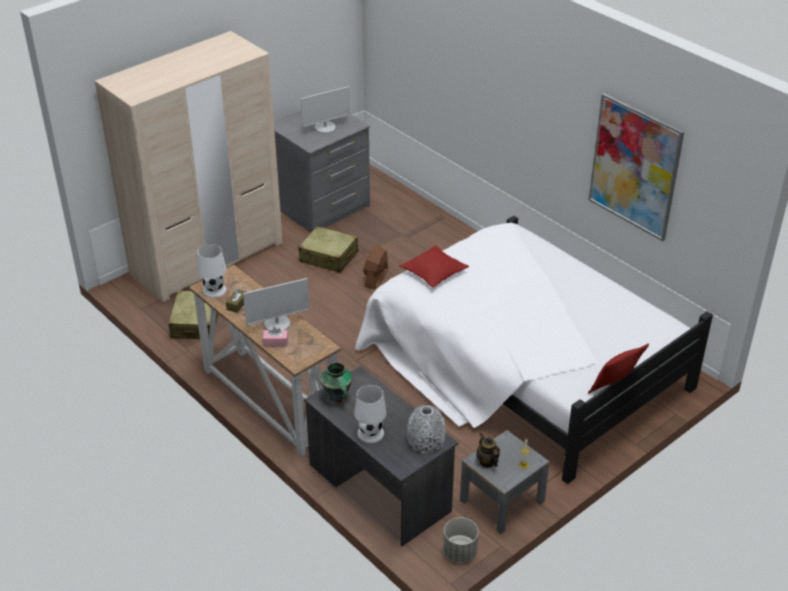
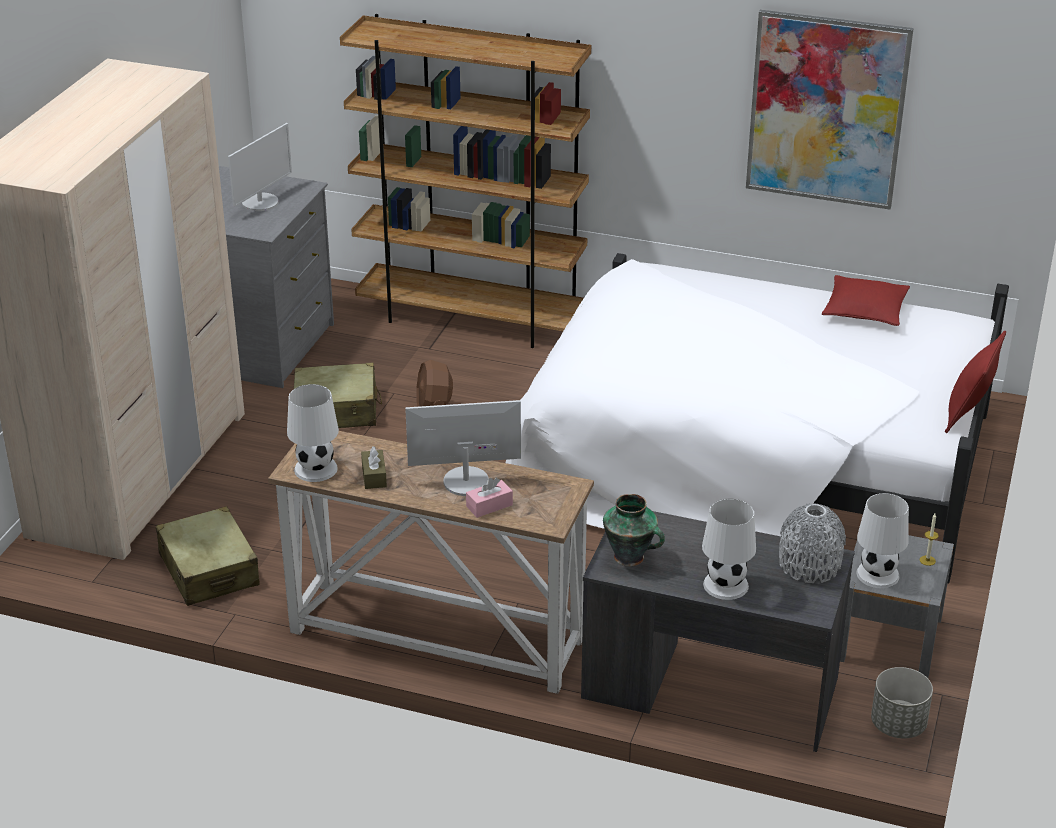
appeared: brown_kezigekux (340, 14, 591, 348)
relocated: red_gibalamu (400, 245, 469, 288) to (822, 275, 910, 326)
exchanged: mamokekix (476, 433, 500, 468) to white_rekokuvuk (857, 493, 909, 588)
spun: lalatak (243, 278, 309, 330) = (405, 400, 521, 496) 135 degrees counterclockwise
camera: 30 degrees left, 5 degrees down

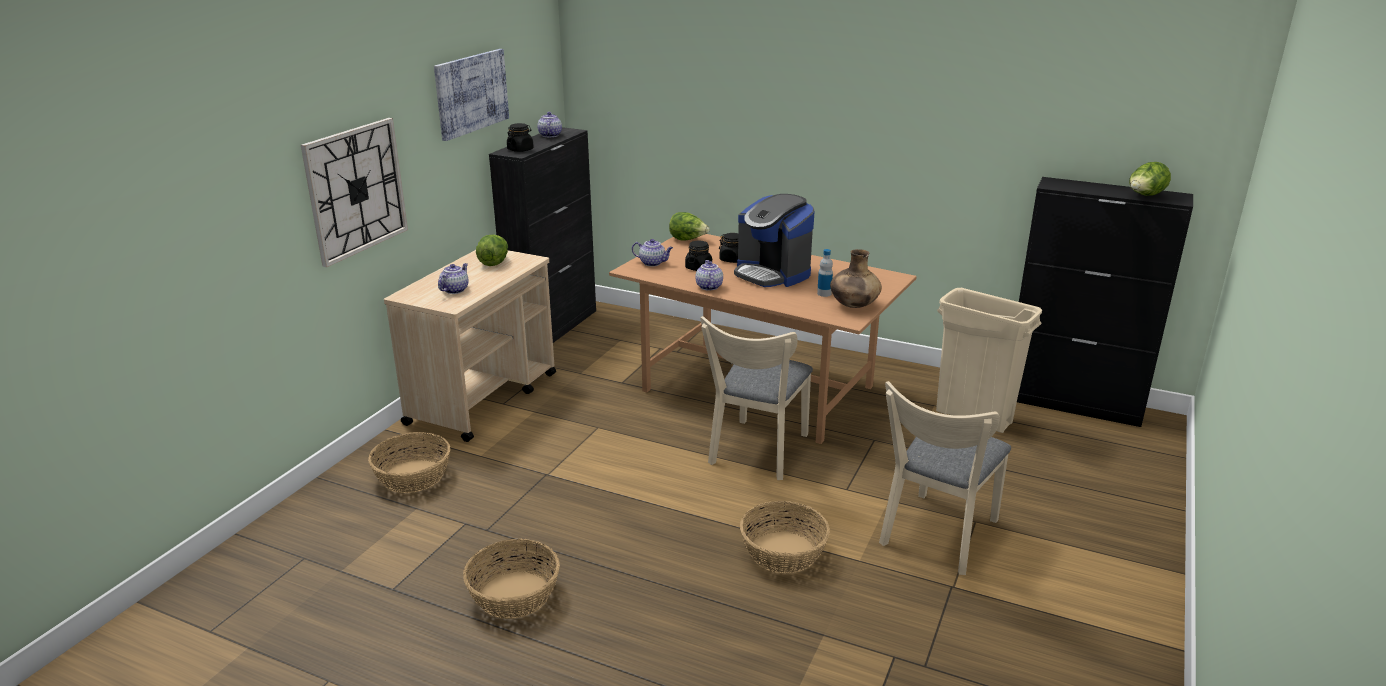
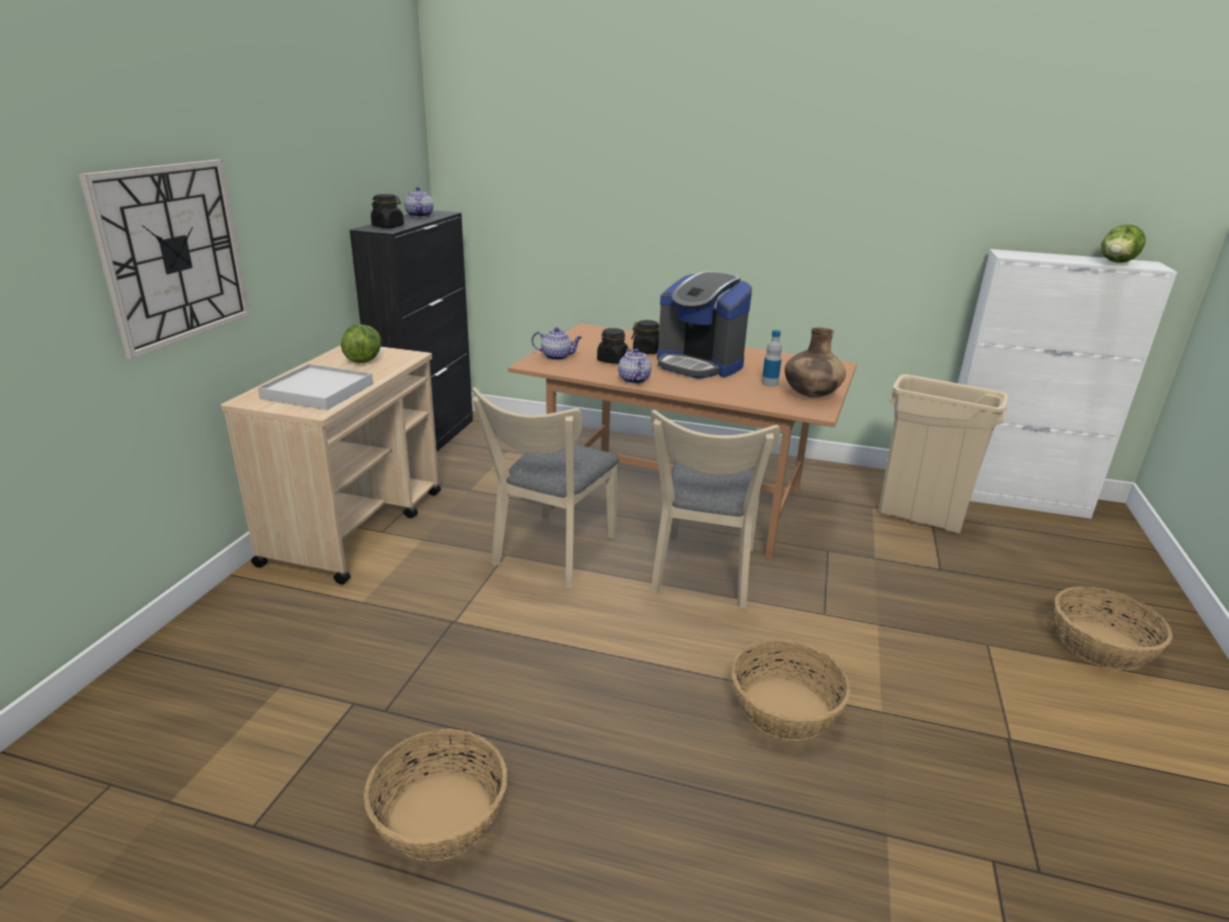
missing: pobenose (434, 49, 509, 141); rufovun (669, 212, 710, 241)
relocated: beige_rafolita (879, 381, 1011, 575) to (472, 387, 619, 588); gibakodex (368, 432, 450, 493) to (1054, 586, 1173, 670)
exchanged: mamokekix (438, 263, 468, 294) to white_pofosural (258, 364, 373, 410)
colour: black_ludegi (1017, 177, 1193, 427) to white_ludegi (958, 249, 1177, 519)
camera: 10 degrees left, 0 degrees up

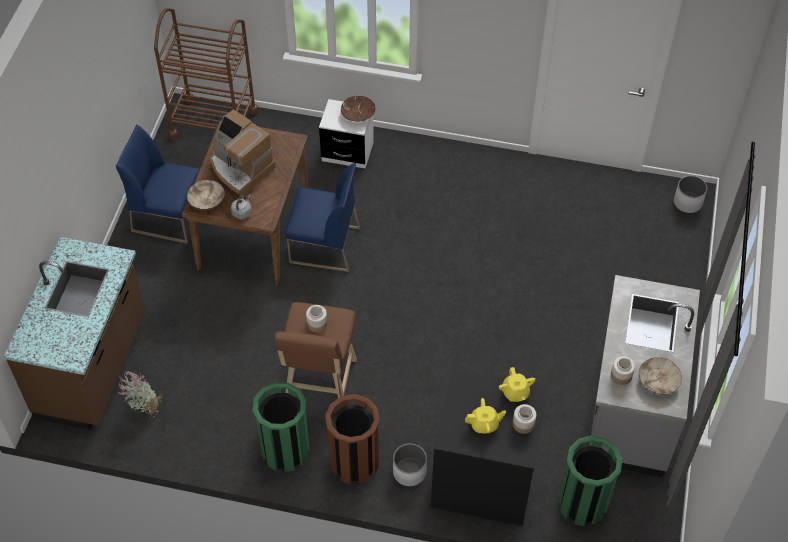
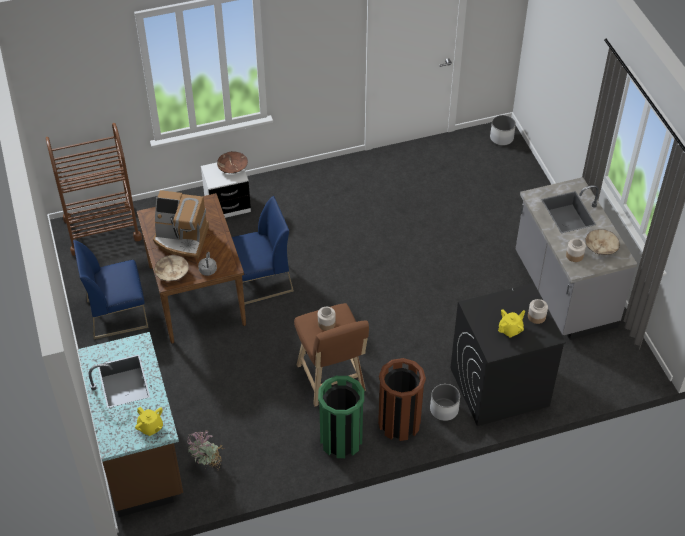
missing: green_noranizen (558, 435, 623, 526)
relocated: yellow_mamokekix (499, 367, 535, 402) to (135, 407, 163, 436)
camera: 30 degrees left, 5 degrees down

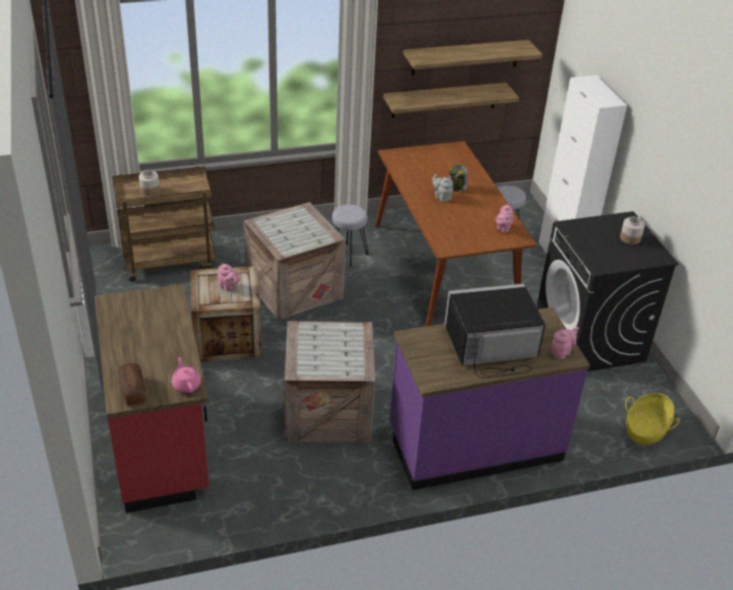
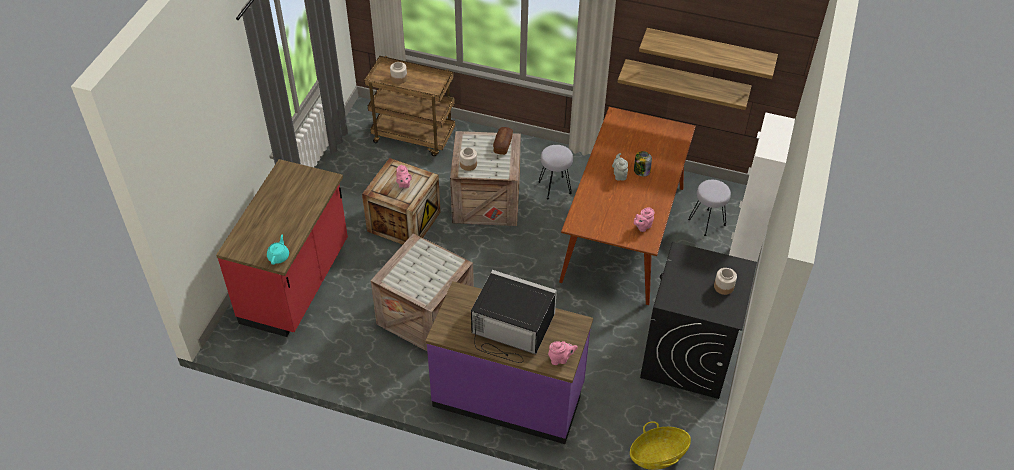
appeared: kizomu (460, 148, 477, 171)
relocated: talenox (118, 363, 146, 406) to (493, 127, 513, 155)
colour: pink_mamokekix (172, 357, 201, 393) to turquoise_mamokekix (267, 234, 289, 265)
camera: 35 degrees right, 10 degrees up

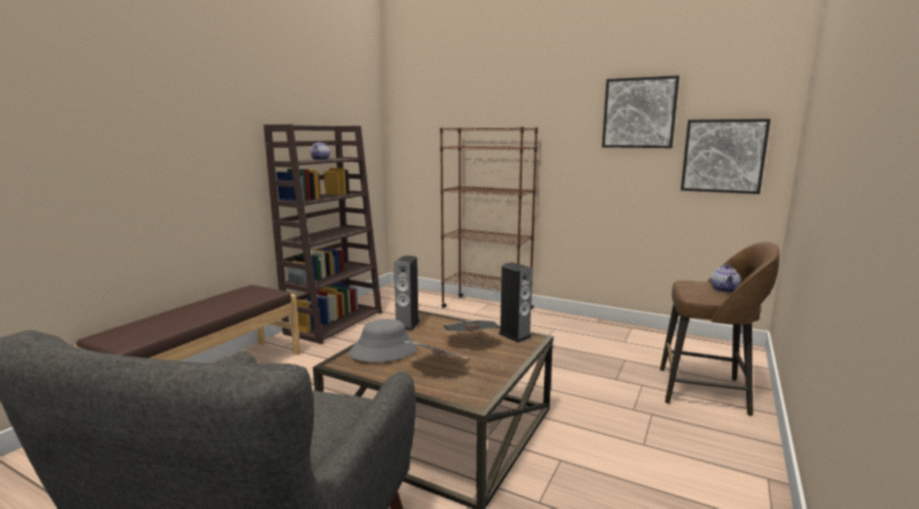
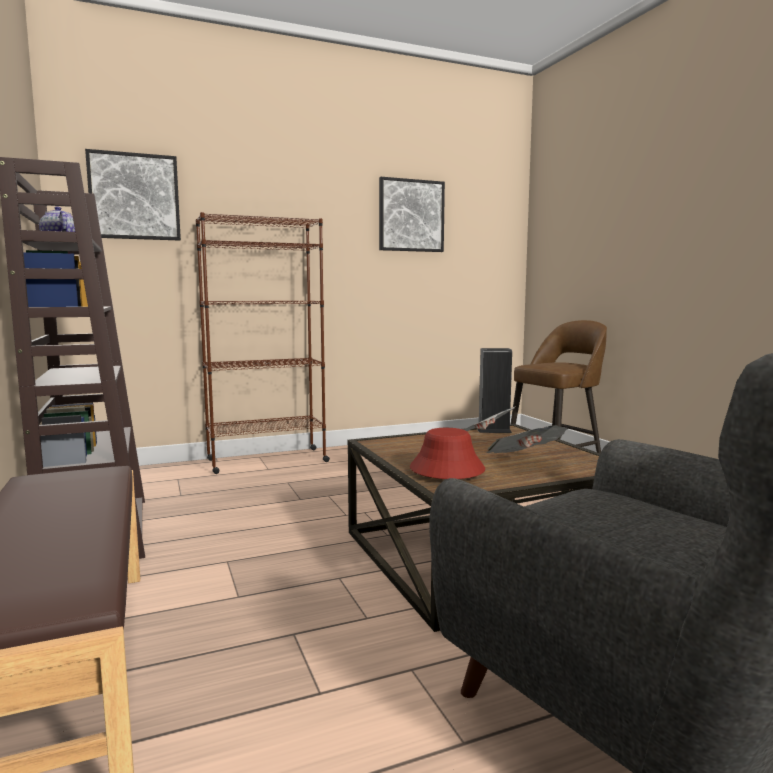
missing: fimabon (394, 255, 420, 331); mamokekix (710, 265, 741, 292)
relocated: pobenose (681, 119, 771, 194) to (85, 149, 181, 241)
colour: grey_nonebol (349, 319, 417, 362) to red_nonebol (410, 428, 485, 479)
camera: 50 degrees left, 5 degrees down

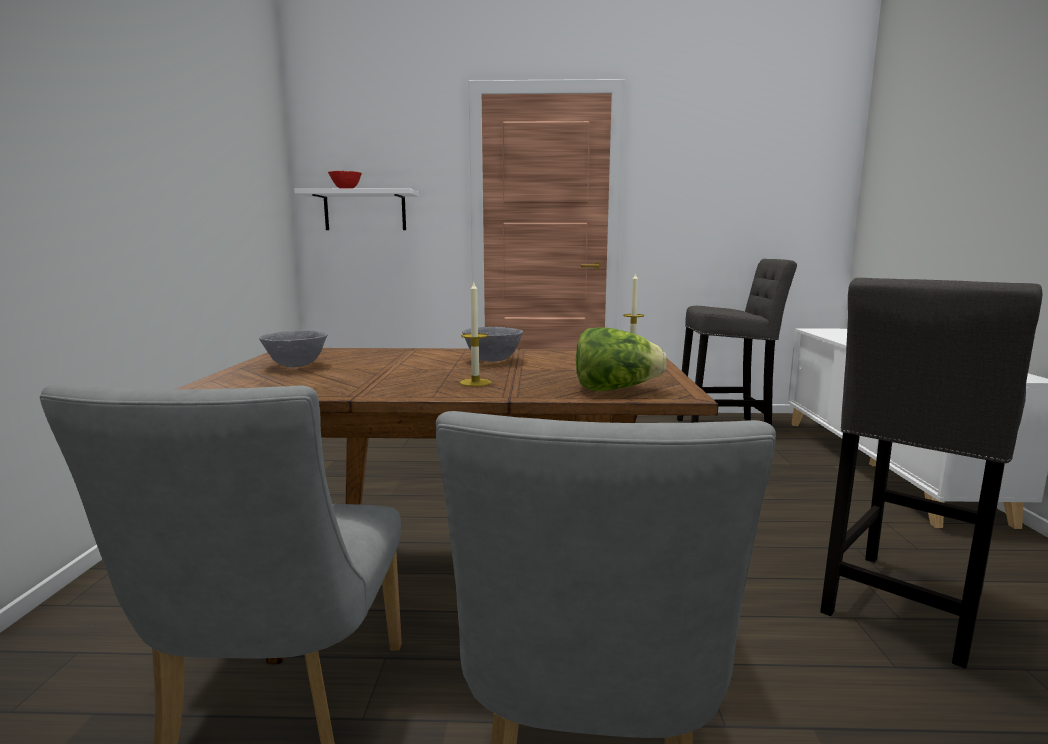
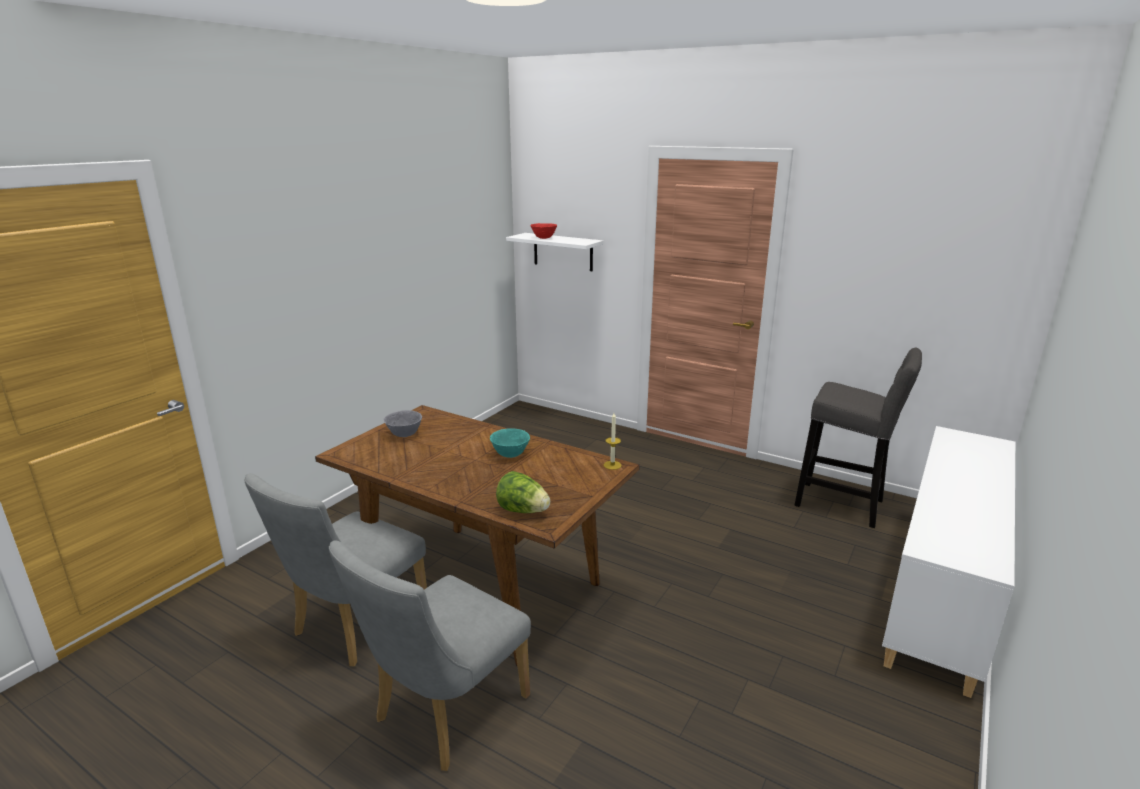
missing: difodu (460, 280, 491, 386); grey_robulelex (820, 278, 1043, 668)
colour: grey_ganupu (462, 327, 523, 362) to turquoise_ganupu (490, 428, 530, 458)
camera: 30 degrees right, 10 degrees up

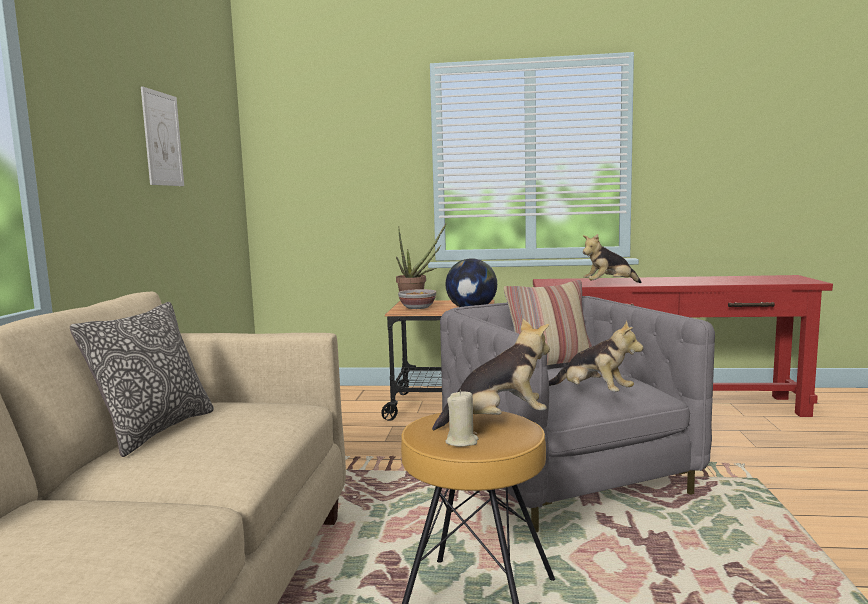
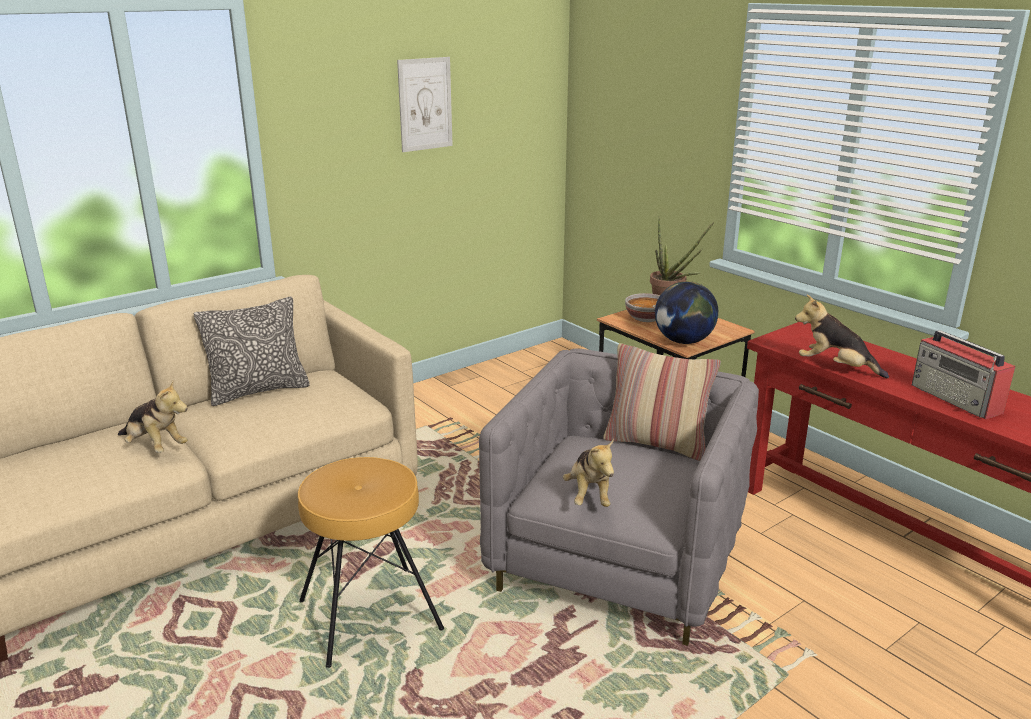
missing: beige_difodu (446, 390, 479, 447)
appeared: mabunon (912, 330, 1015, 419)
relocated: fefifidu (432, 319, 550, 431) to (118, 381, 188, 453)
camera: 45 degrees right, 15 degrees up

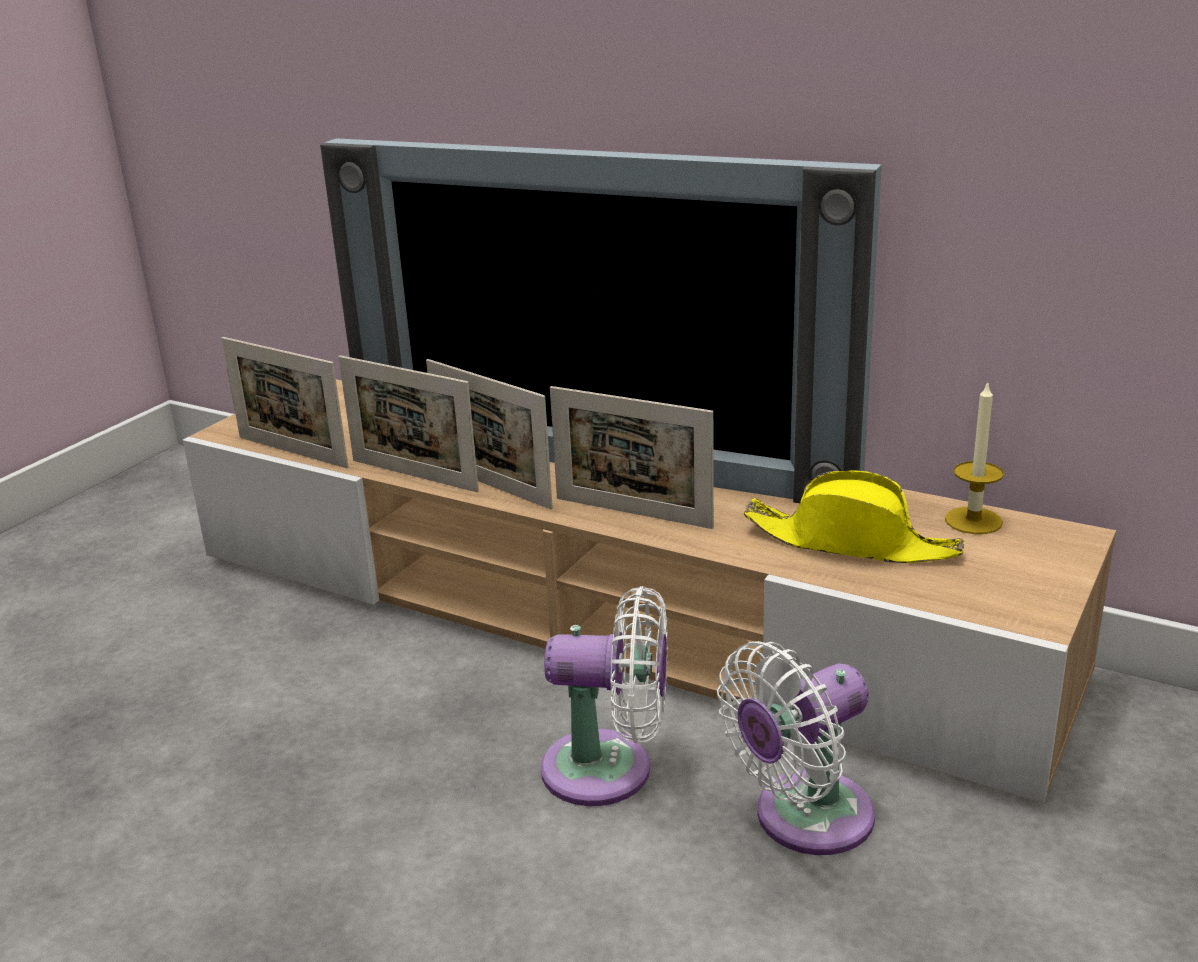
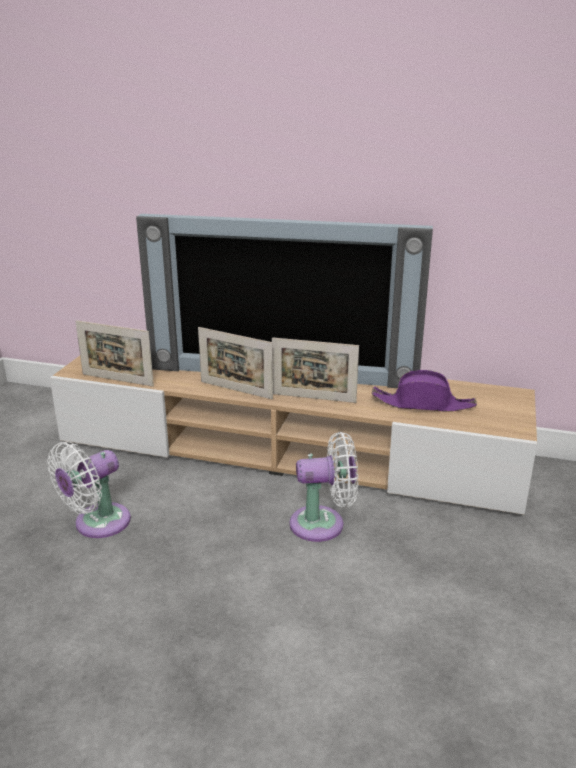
missing: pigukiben (338, 355, 479, 492); difodu (945, 381, 1004, 534)
relocated: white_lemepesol (717, 641, 875, 855) to (48, 442, 131, 538)
colour: yellow_nonebol (744, 470, 965, 563) to purple_nonebol (372, 370, 477, 412)
camera: 15 degrees left, 0 degrees up

